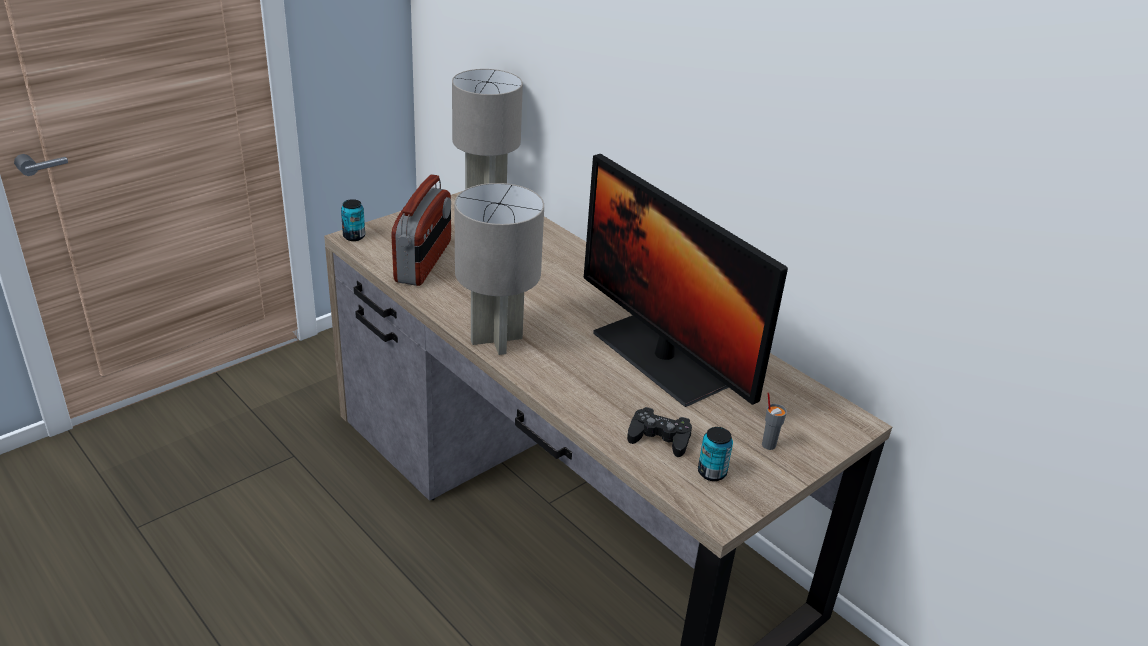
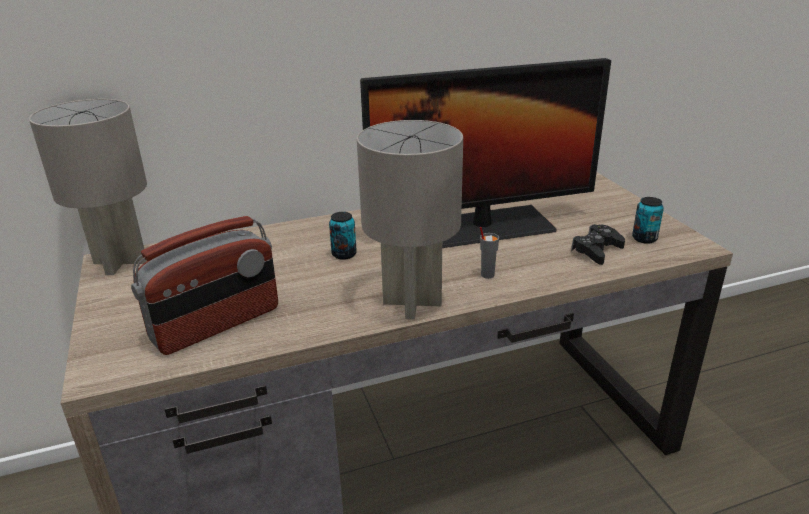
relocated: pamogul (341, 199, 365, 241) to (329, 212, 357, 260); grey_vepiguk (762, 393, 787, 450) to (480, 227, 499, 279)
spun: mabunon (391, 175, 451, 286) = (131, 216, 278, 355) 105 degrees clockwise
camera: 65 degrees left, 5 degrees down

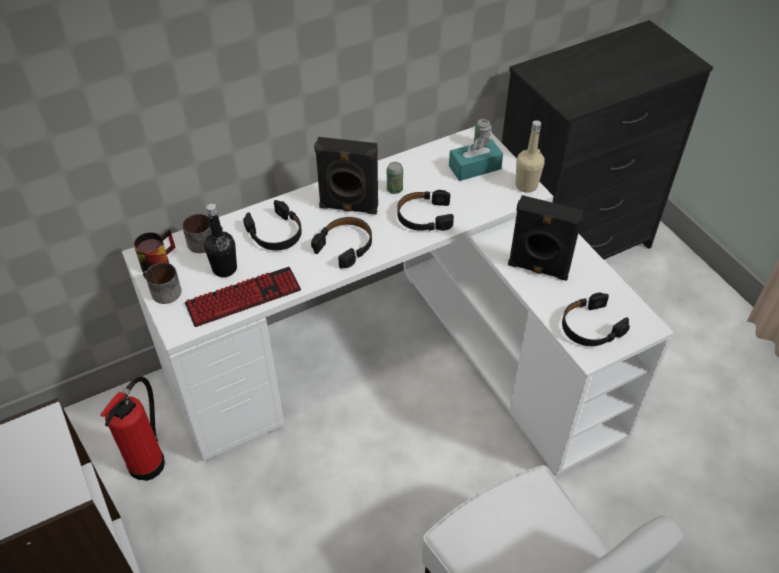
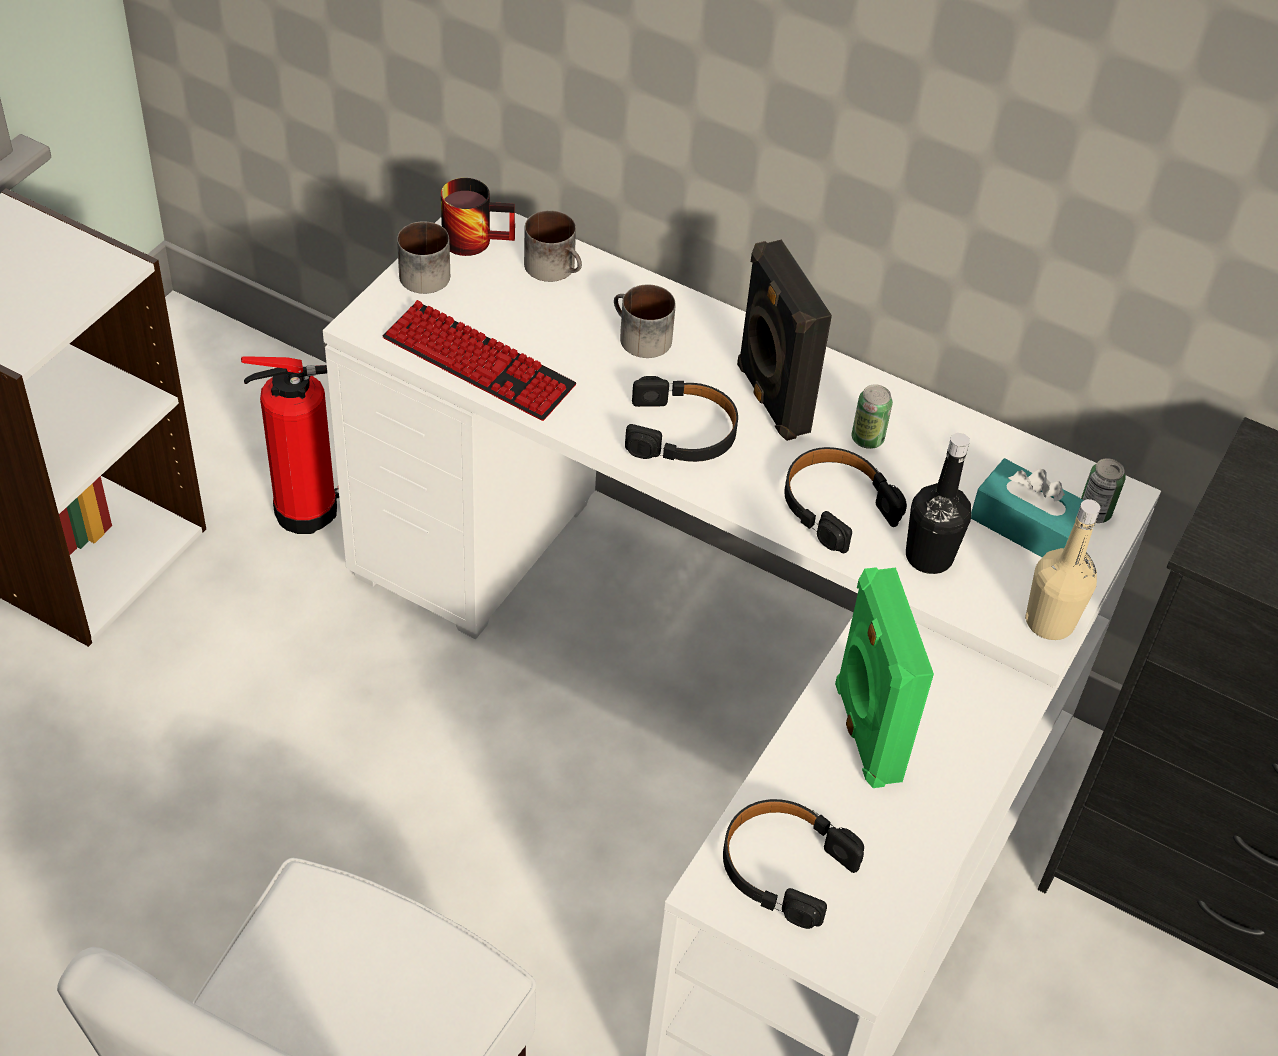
relocated: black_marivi (204, 203, 237, 277) to (906, 433, 971, 574)
exchanged: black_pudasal (243, 200, 302, 250) to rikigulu (614, 284, 676, 358)
colour: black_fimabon (508, 195, 584, 281) to green_fimabon (835, 567, 934, 788)
camera: 55 degrees right, 0 degrees up

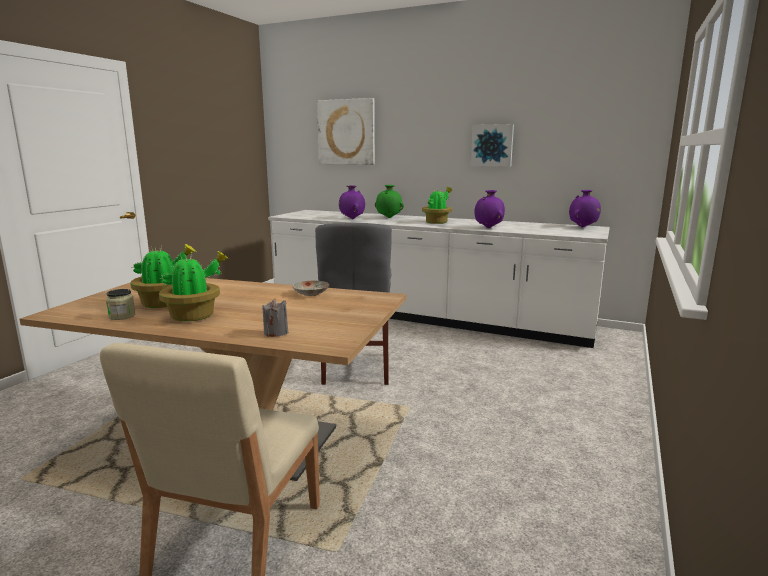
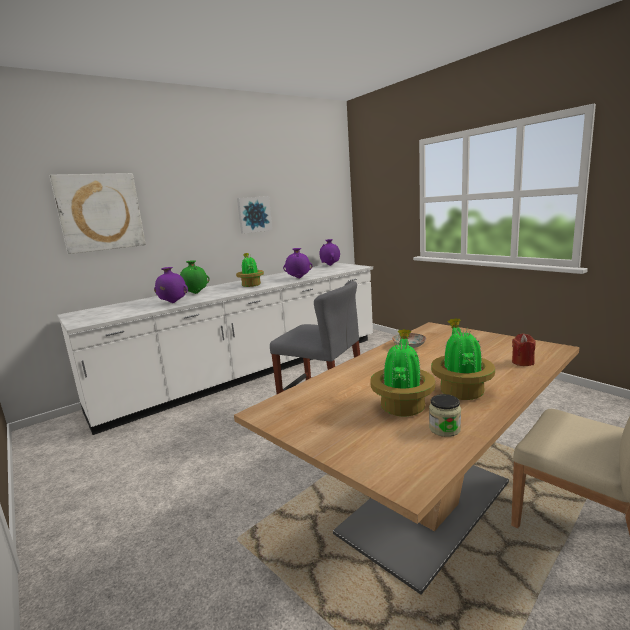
colour: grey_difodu (263, 299, 288, 337) to red_difodu (512, 333, 536, 366)
camera: 60 degrees left, 0 degrees up

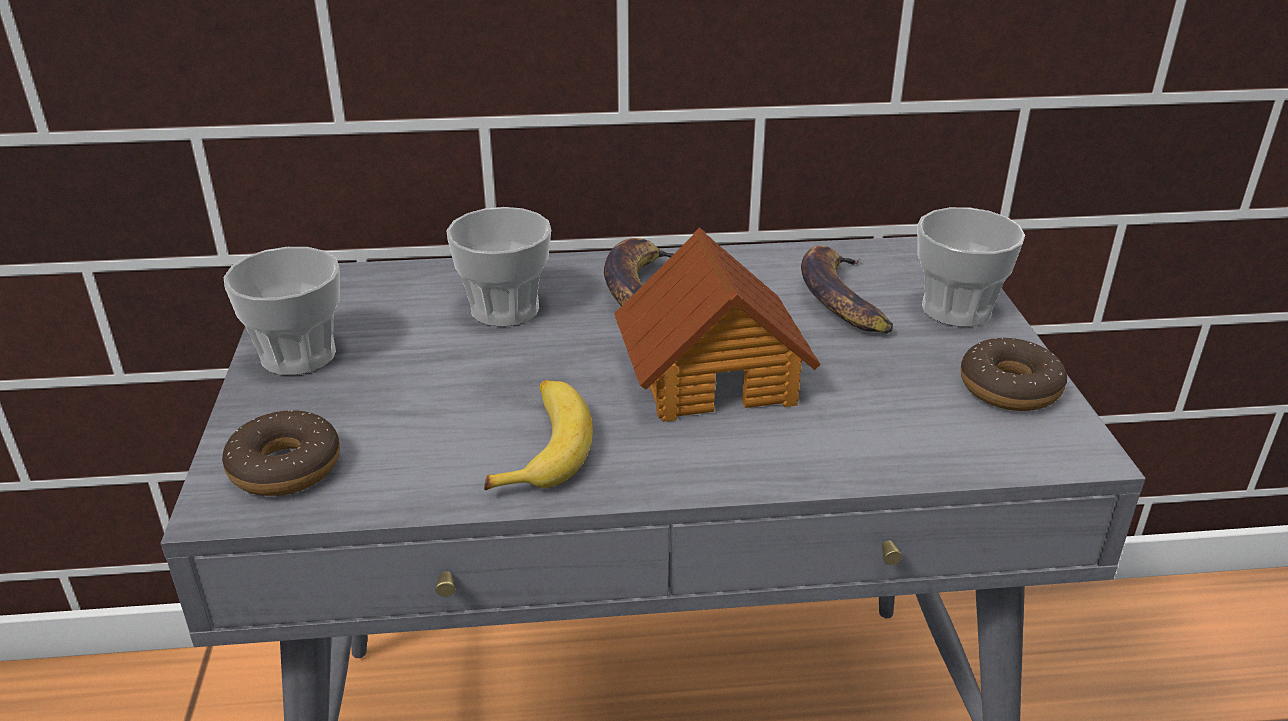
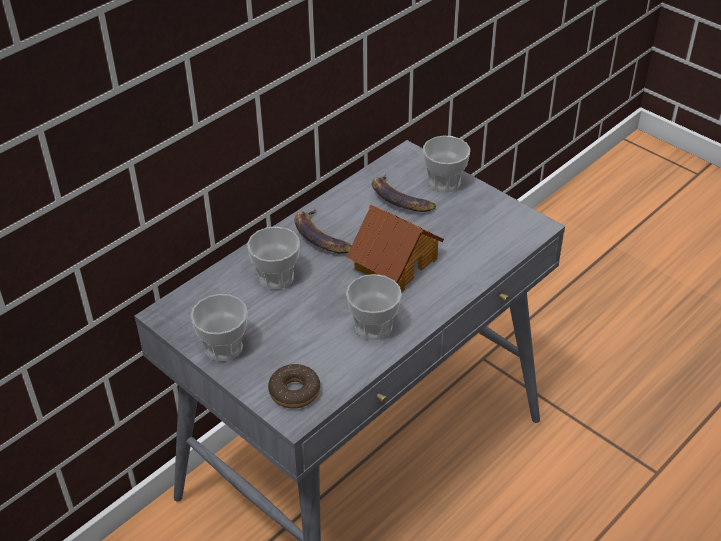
missing: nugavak (961, 338, 1067, 411)
exchanged: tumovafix (484, 380, 593, 490) to vepiguk (346, 274, 402, 340)
camera: 40 degrees left, 10 degrees up

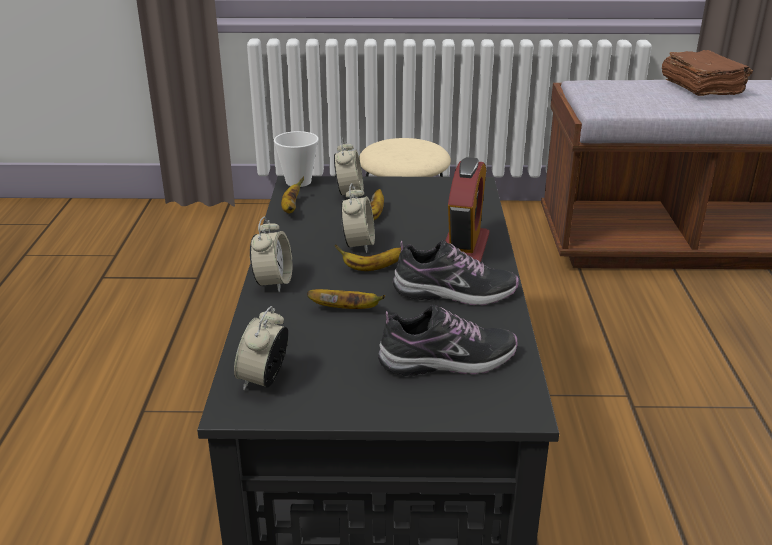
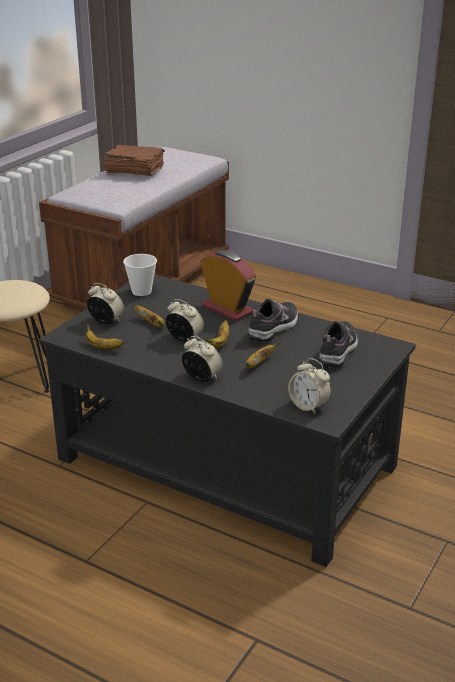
relocated: vepiguk (274, 131, 319, 187) to (123, 254, 157, 296)
camera: 60 degrees left, 0 degrees up

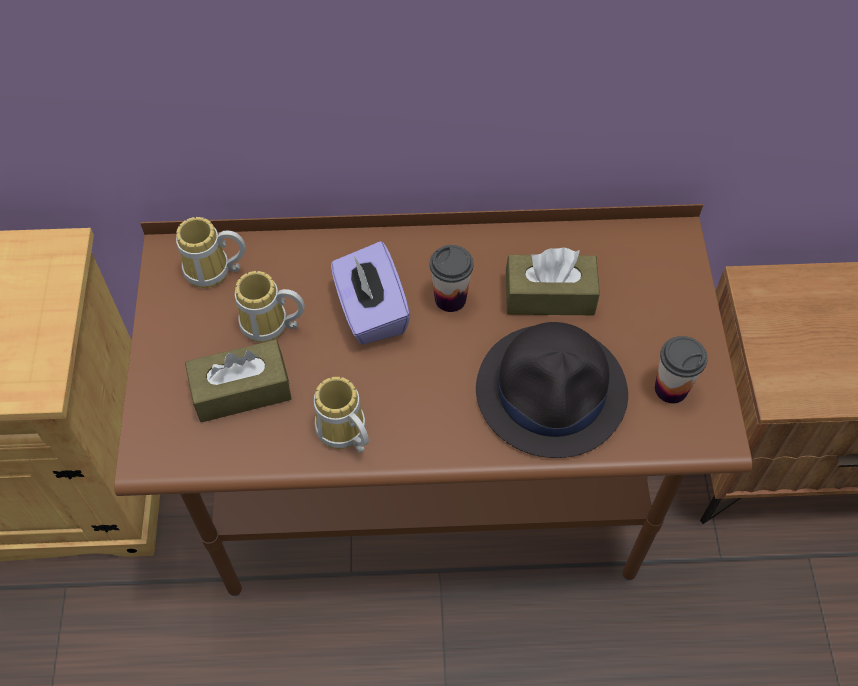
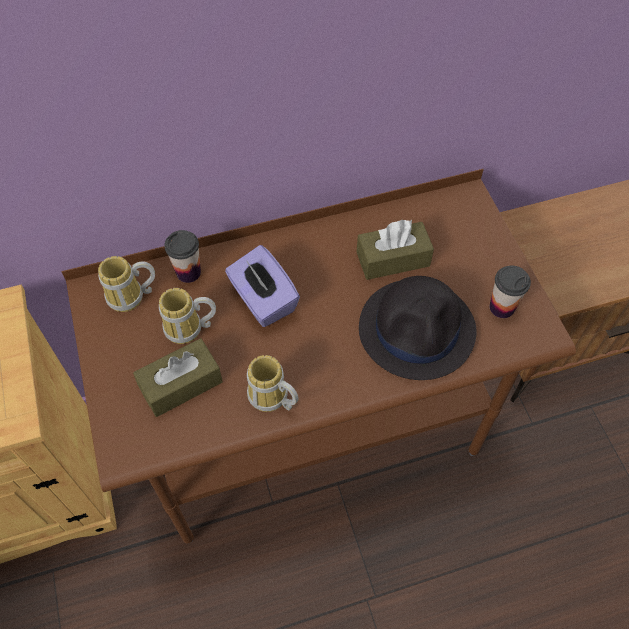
relocated: vepiguk (430, 245, 474, 312) to (164, 230, 201, 283)
camera: 15 degrees left, 0 degrees up

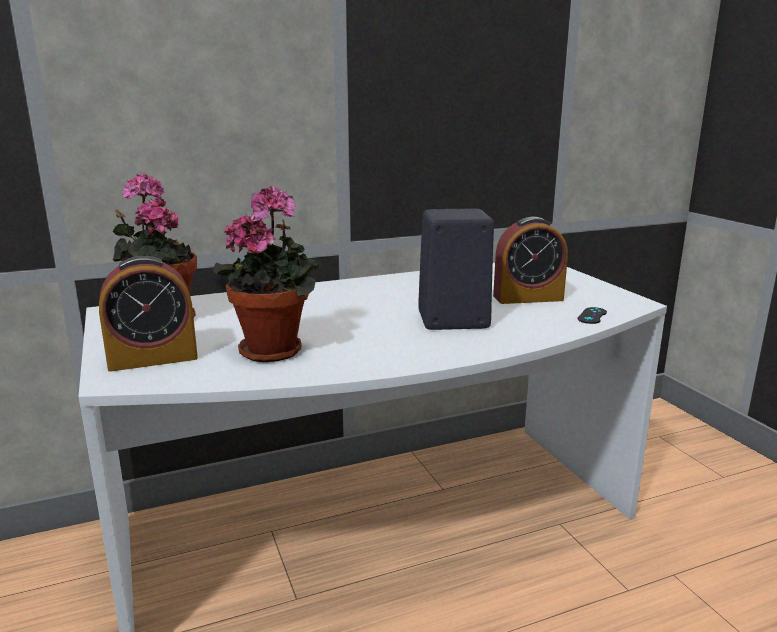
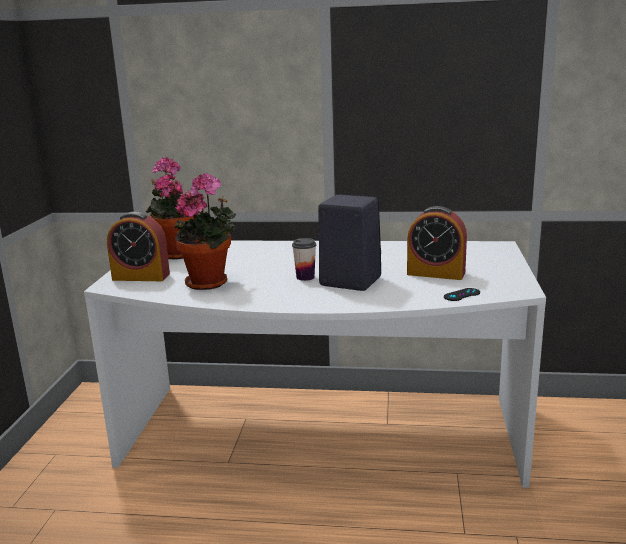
appeared: vepiguk (292, 238, 316, 281)
camera: 30 degrees right, 0 degrees up

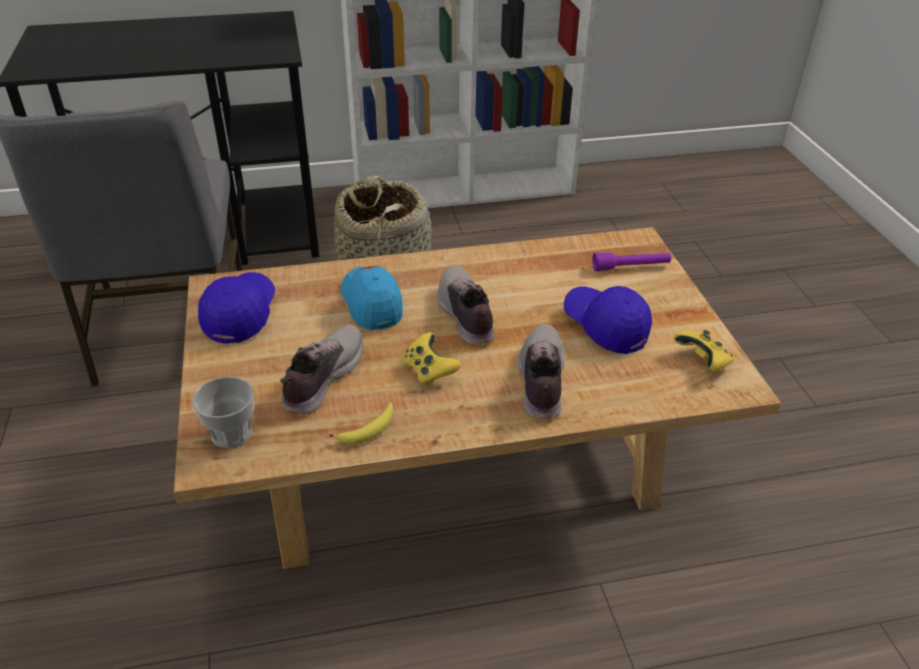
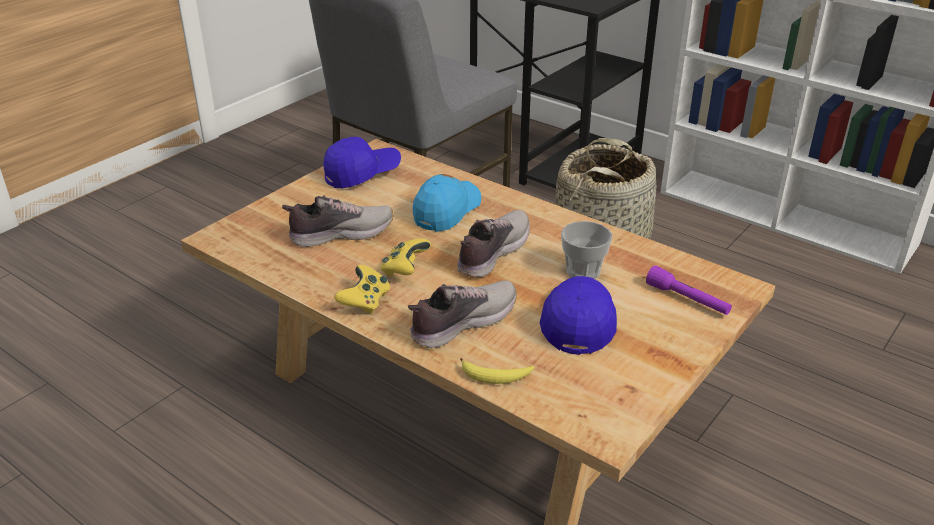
relocated: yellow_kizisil (674, 330, 734, 371) to (334, 265, 390, 314); tumovafix (329, 402, 393, 445) to (460, 358, 534, 384); vepiguk (192, 376, 254, 448) to (561, 221, 612, 279)
camera: 50 degrees right, 5 degrees down

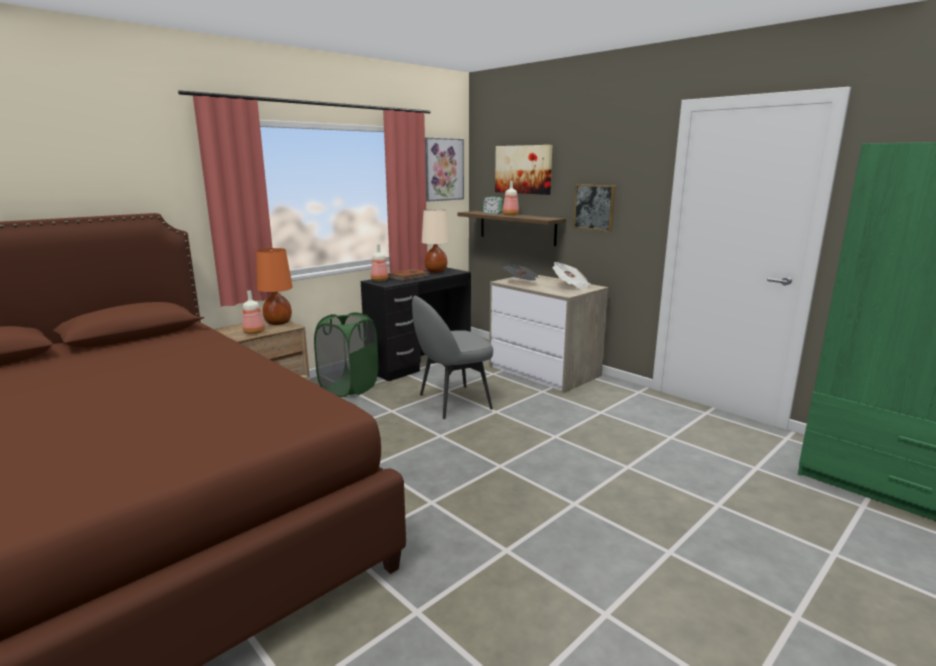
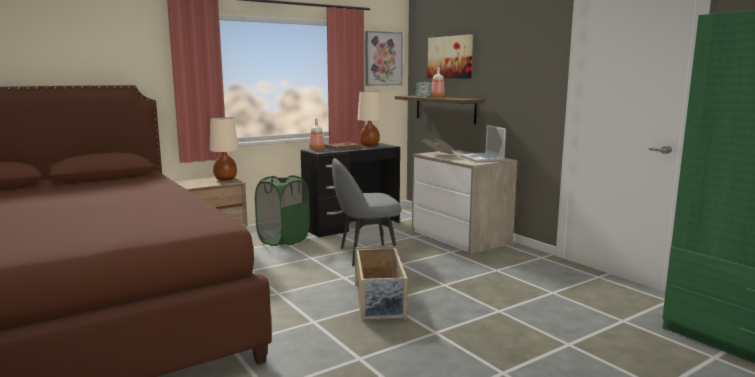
missing: marivi (242, 291, 265, 334); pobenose (573, 184, 615, 232)
appeared: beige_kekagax (355, 246, 407, 322)
exchanged: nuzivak (552, 262, 590, 290) to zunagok (460, 125, 506, 162)
colour: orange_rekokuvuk (256, 248, 293, 325) to beige_rekokuvuk (210, 117, 239, 181)
camera: 10 degrees right, 5 degrees down

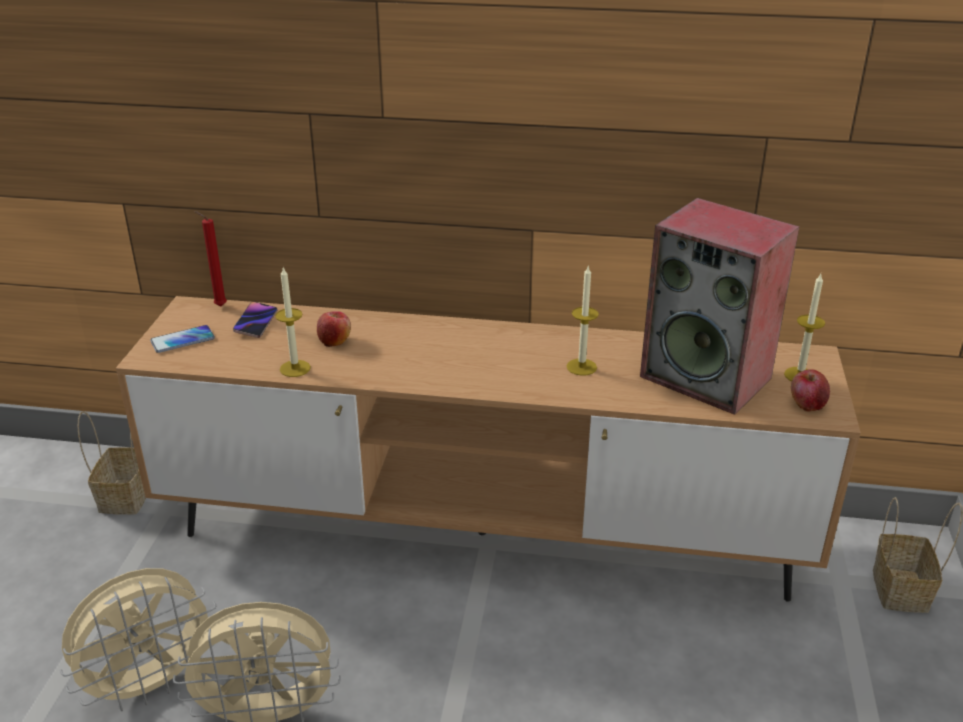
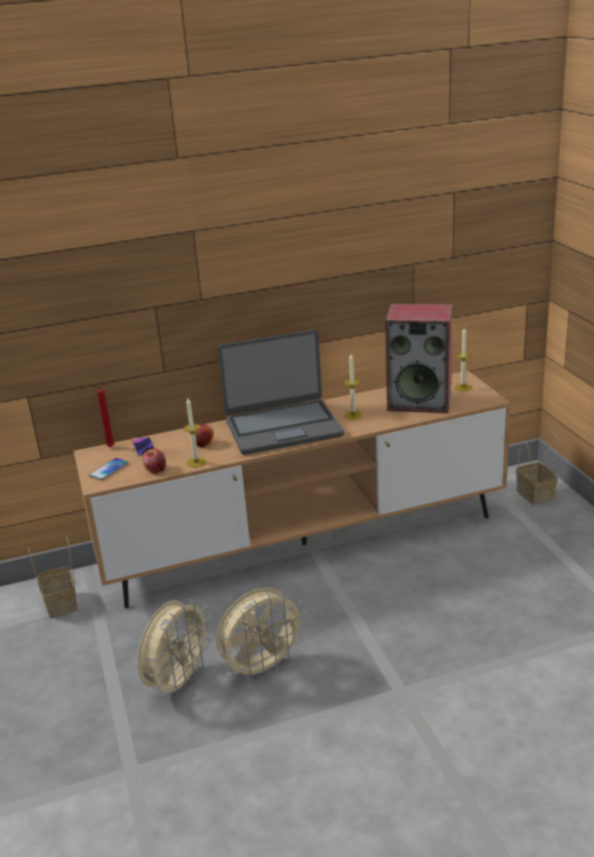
appeared: zunagok (218, 330, 344, 455)
relocated: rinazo (791, 369, 830, 412) to (142, 449, 166, 474)
camera: 25 degrees left, 5 degrees down

